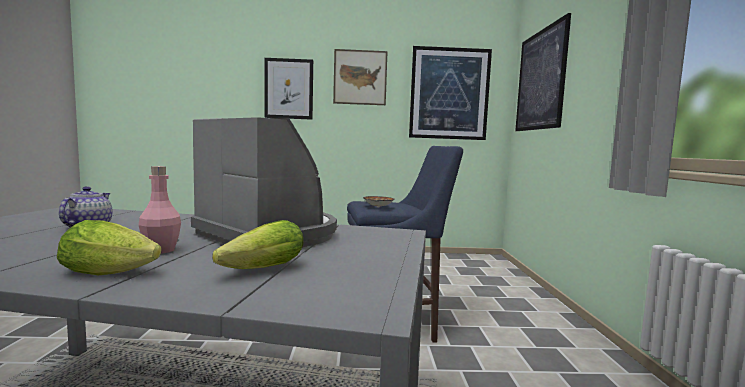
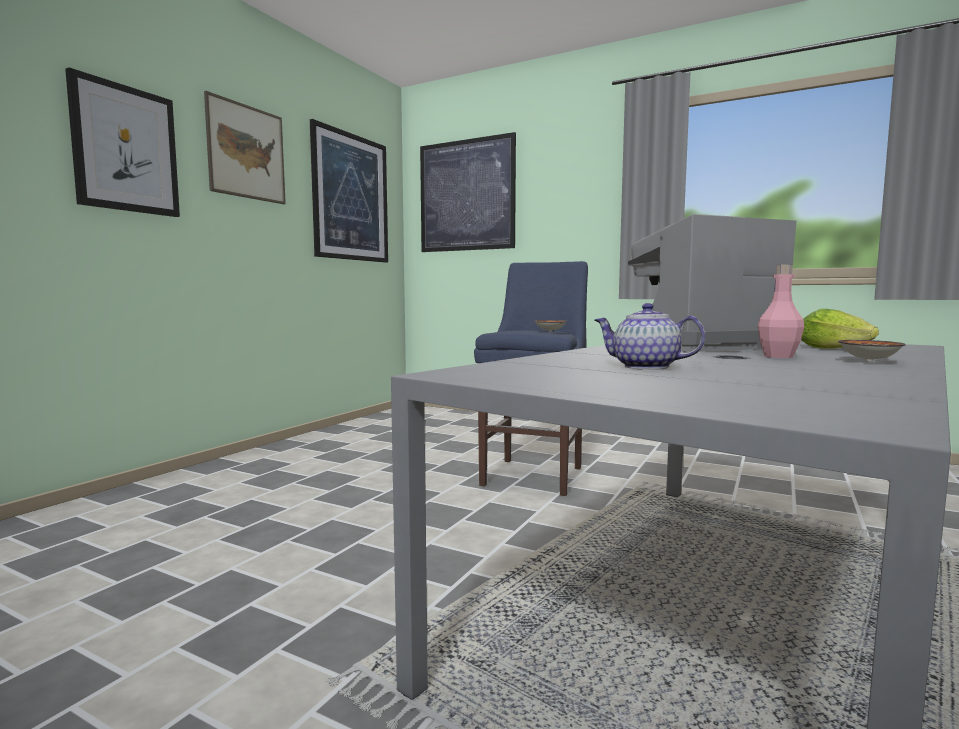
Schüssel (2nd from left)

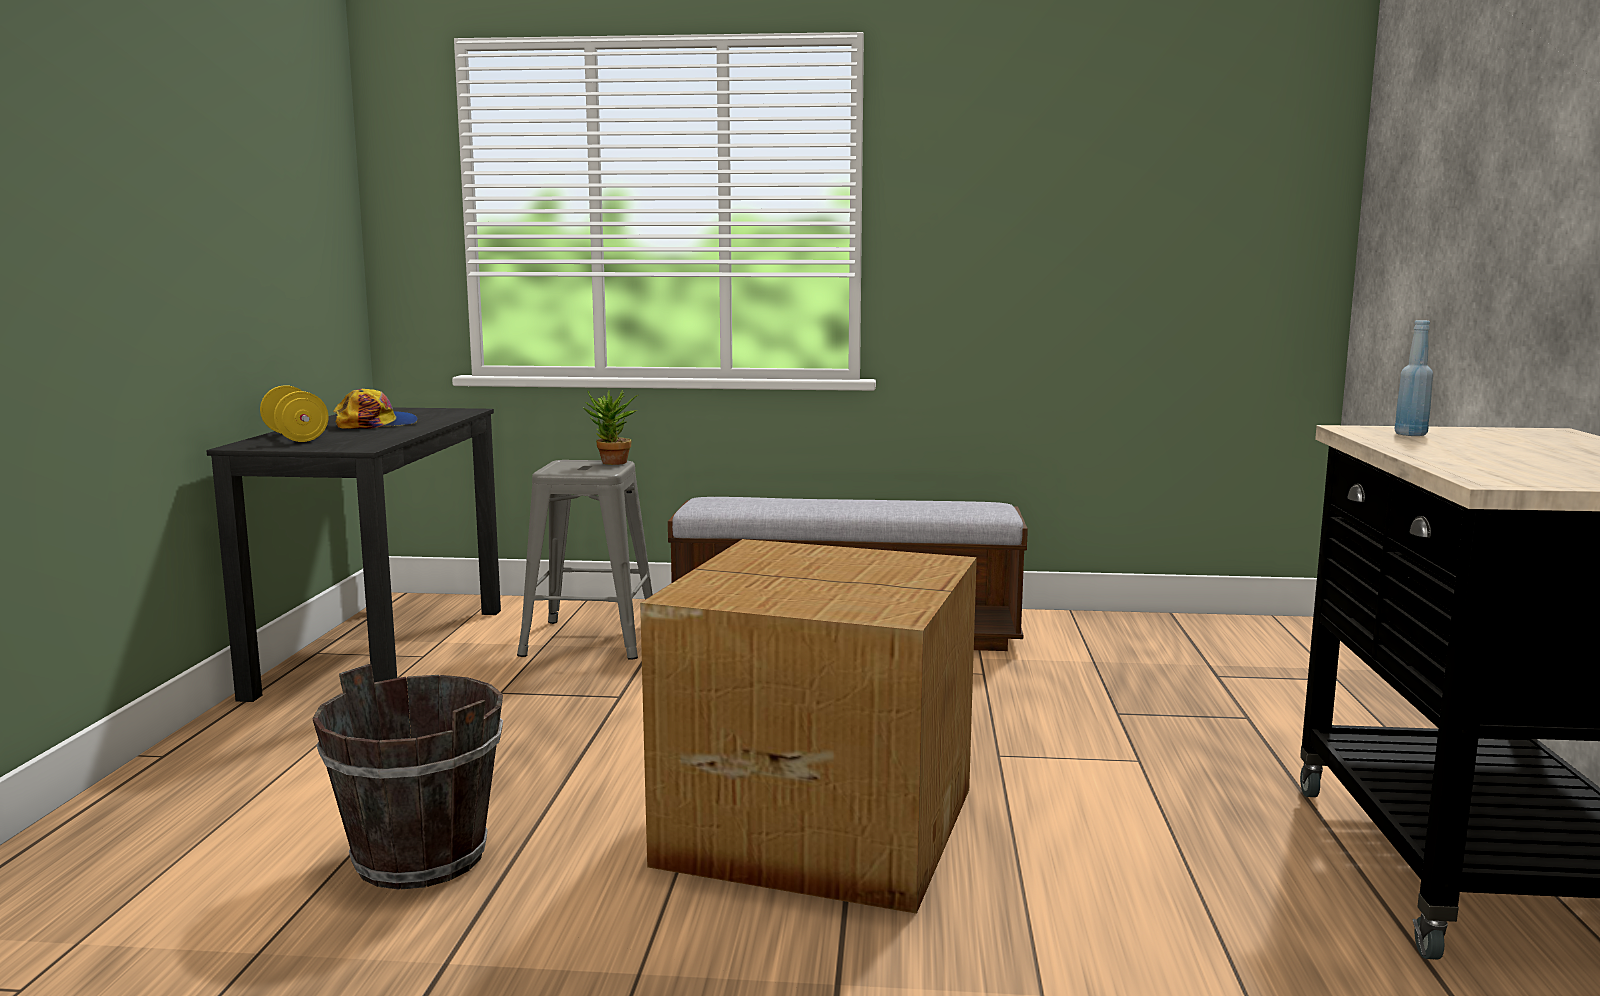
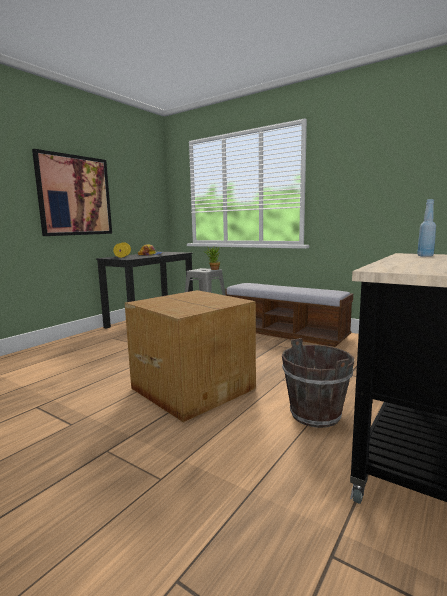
Eimer/braun
Bild

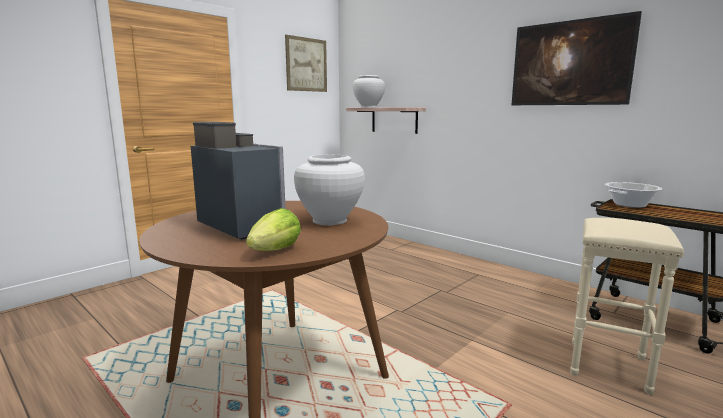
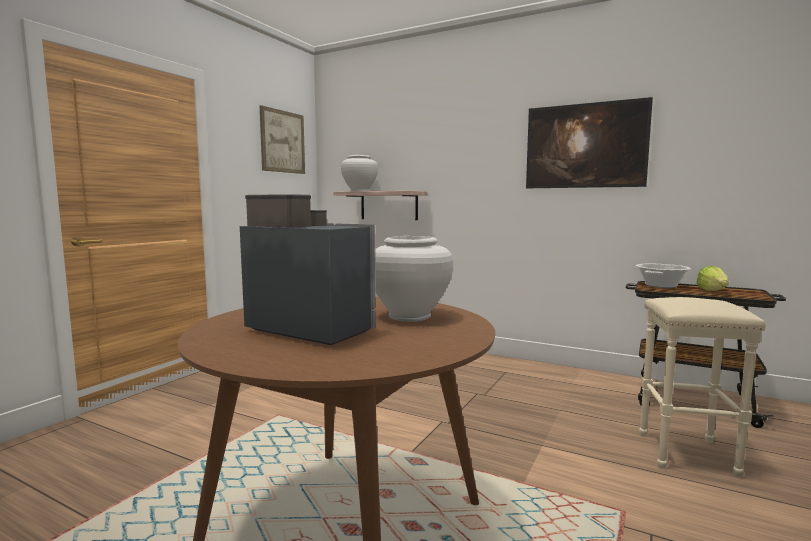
Salatkopf

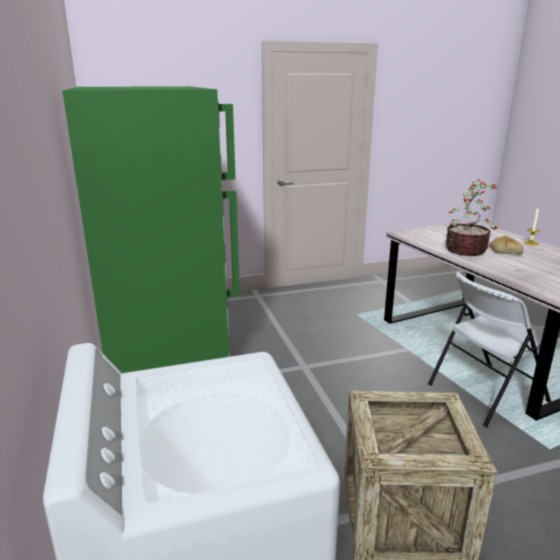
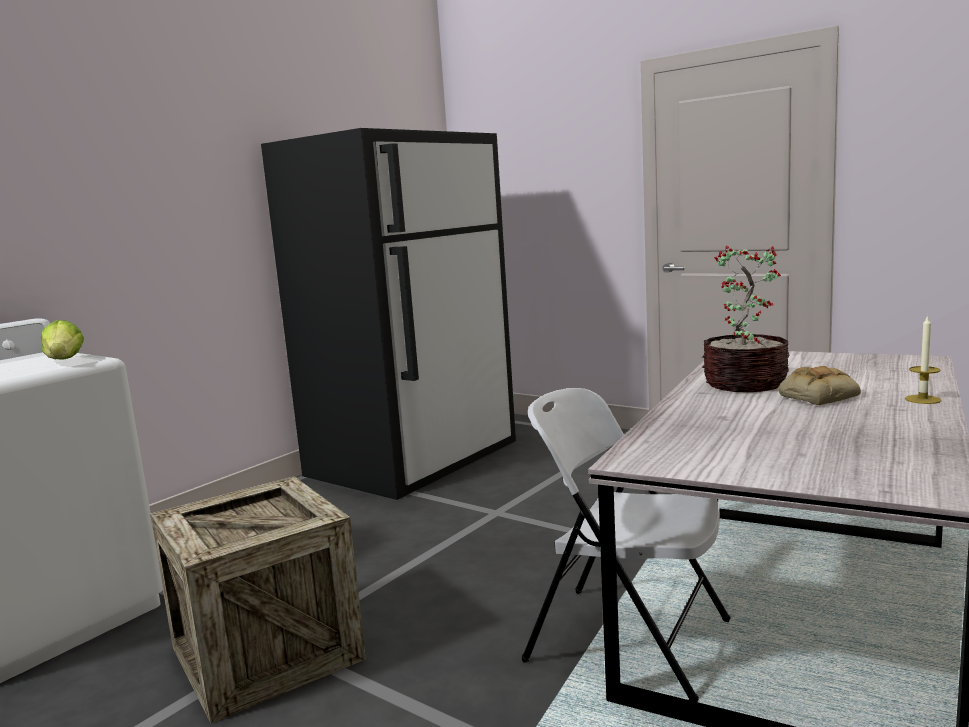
Kühlschrank/schwarz
Salatkopf

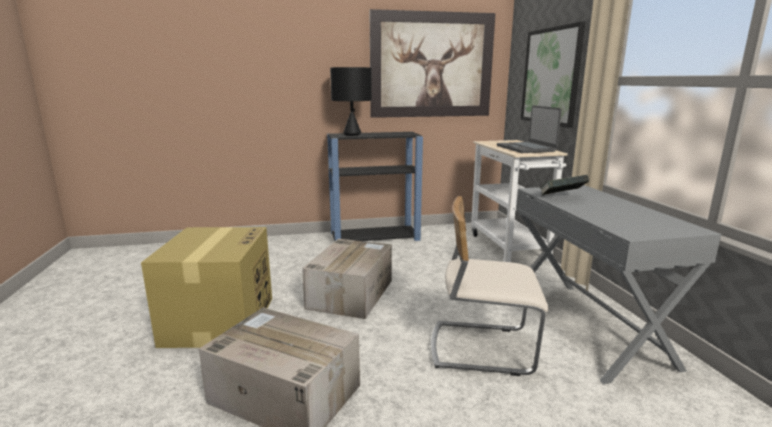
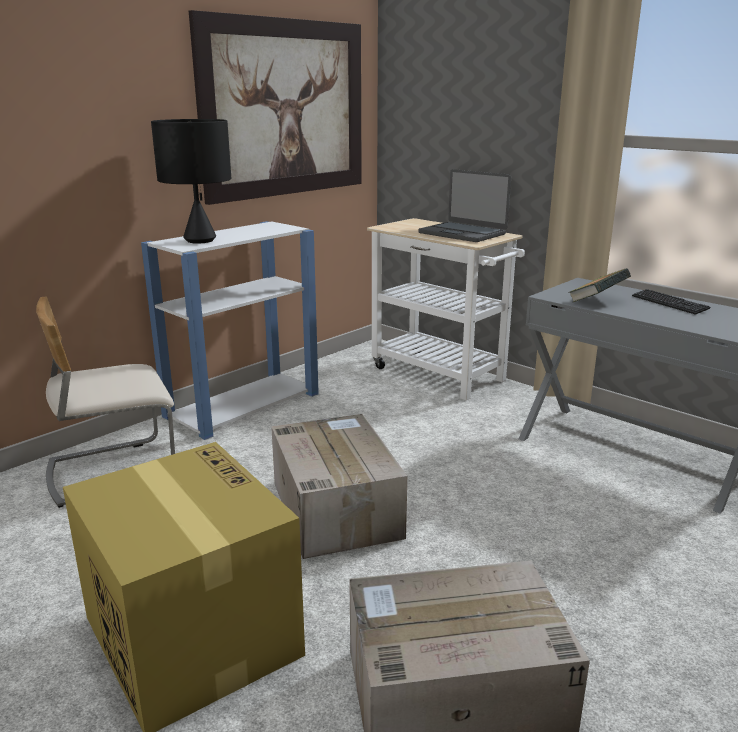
Bild (2nd from left in the first image)
Bücherregal/weiß
Stuhl/beige
Tastatur

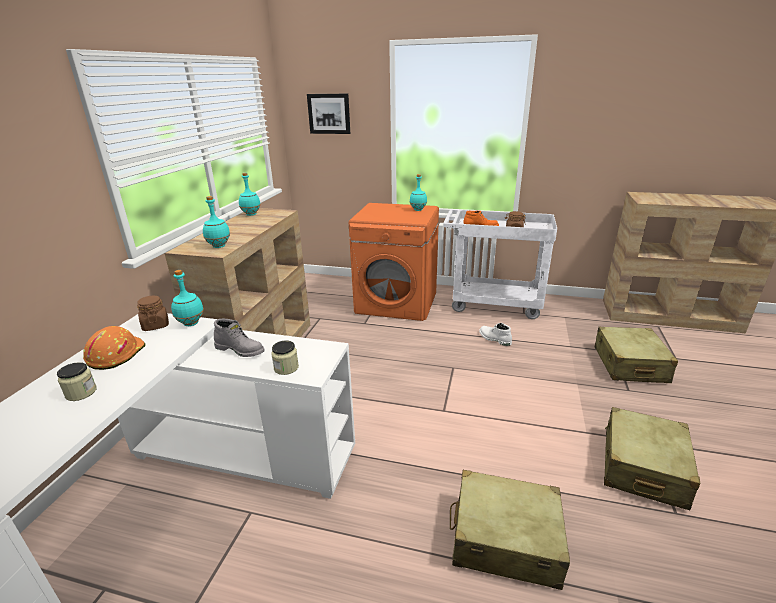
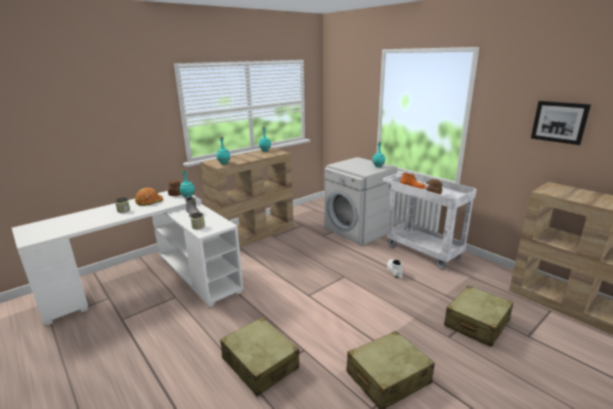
Bild
Waschmaschine/weiß

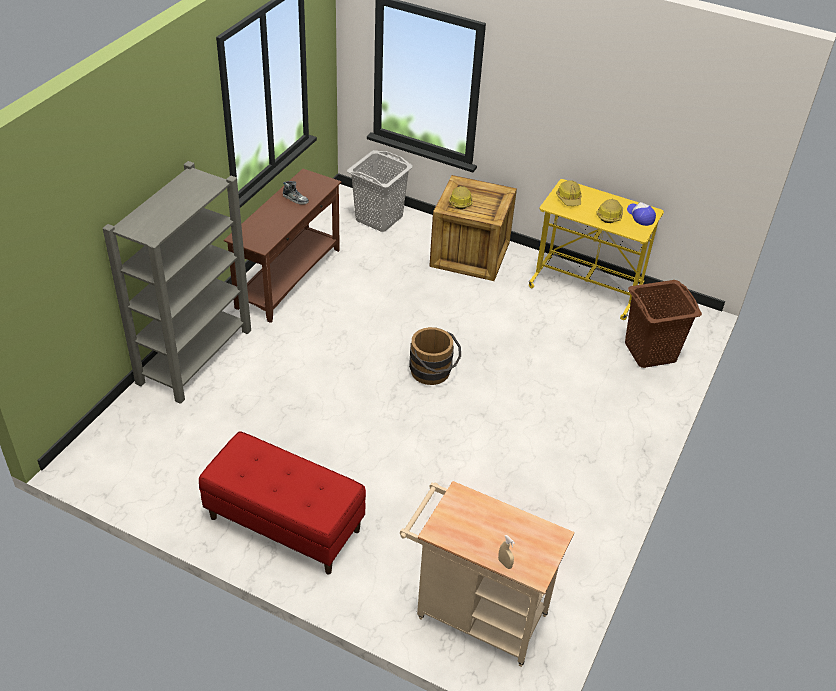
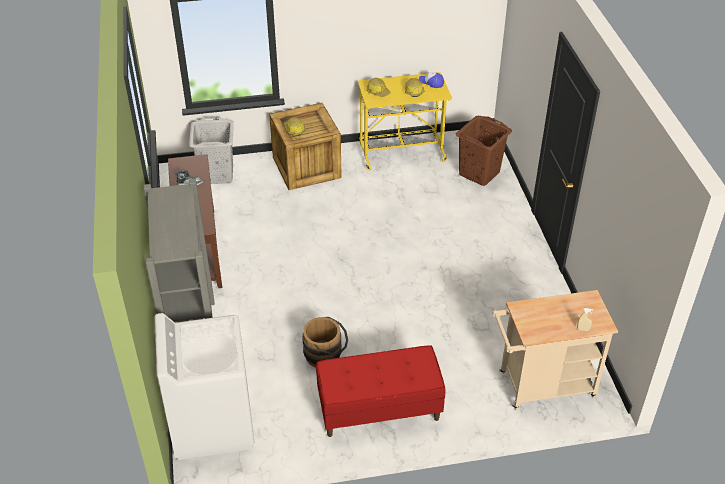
Eimer/braun
Waschmaschine/weiß

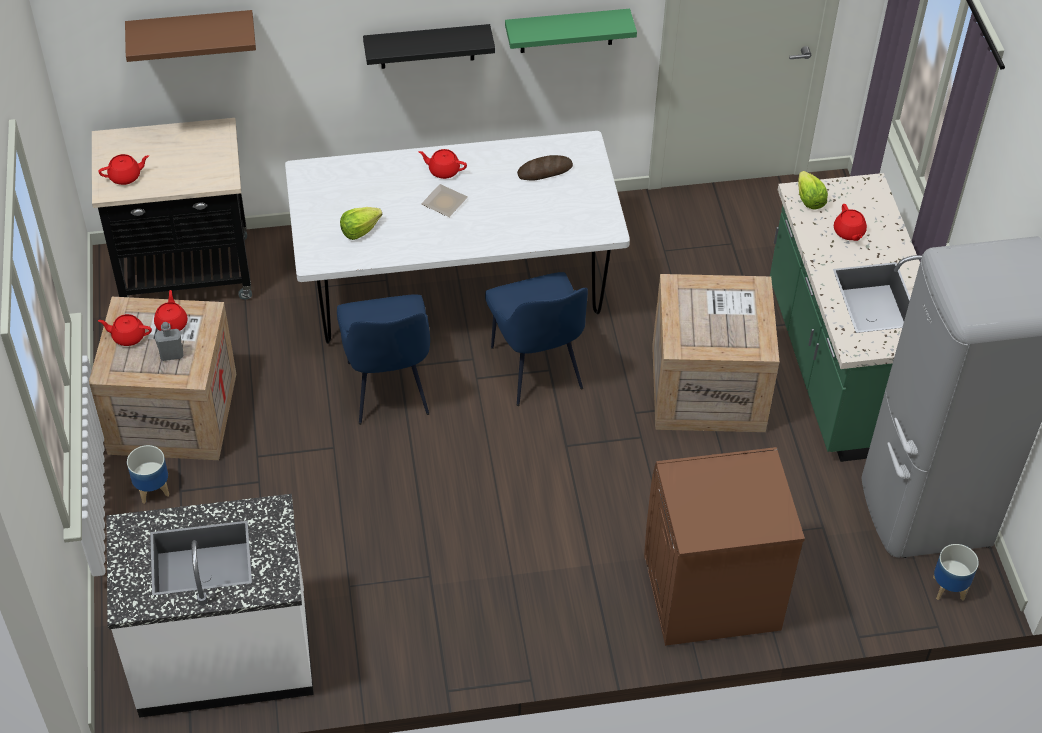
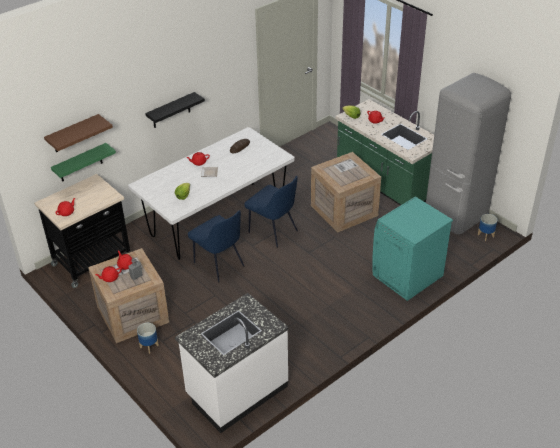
Wandregal/grün
Waschmaschine/türkis

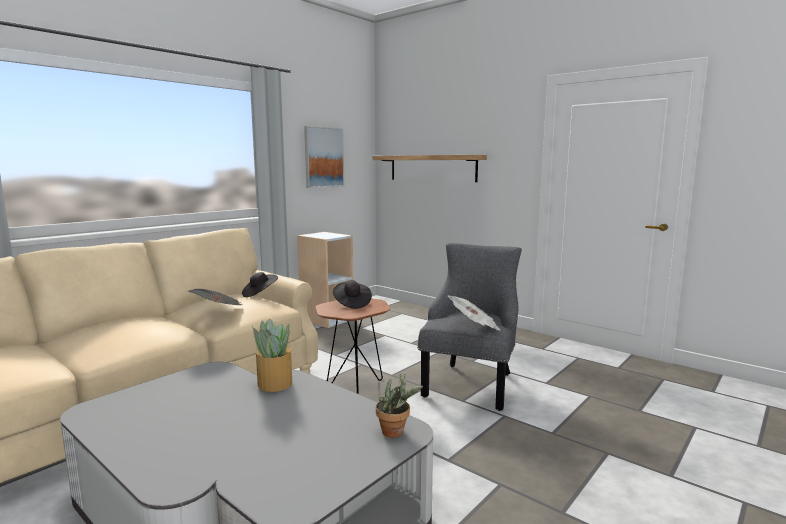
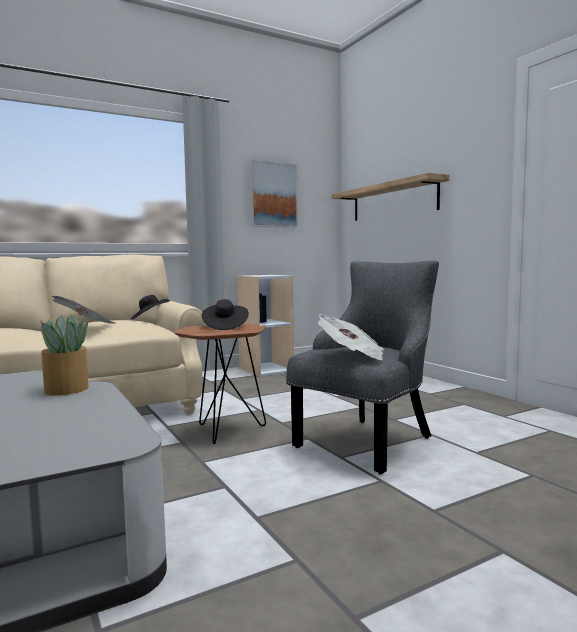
Topfpflanze (2nd from left in the first image)

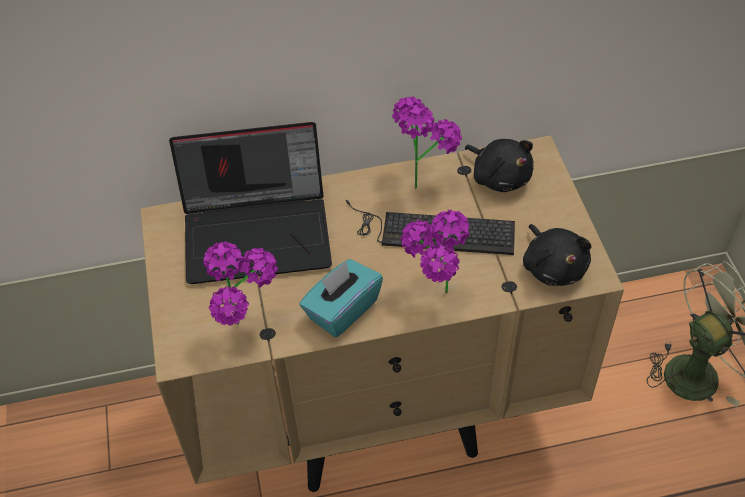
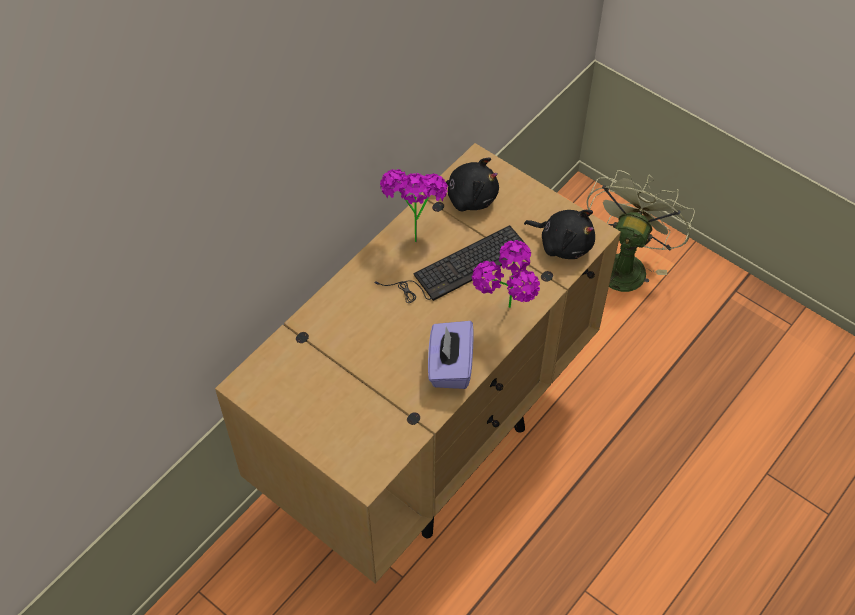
Laptop
Topfpflanze (1st from left in the first image)
Taschentuchbox/lila

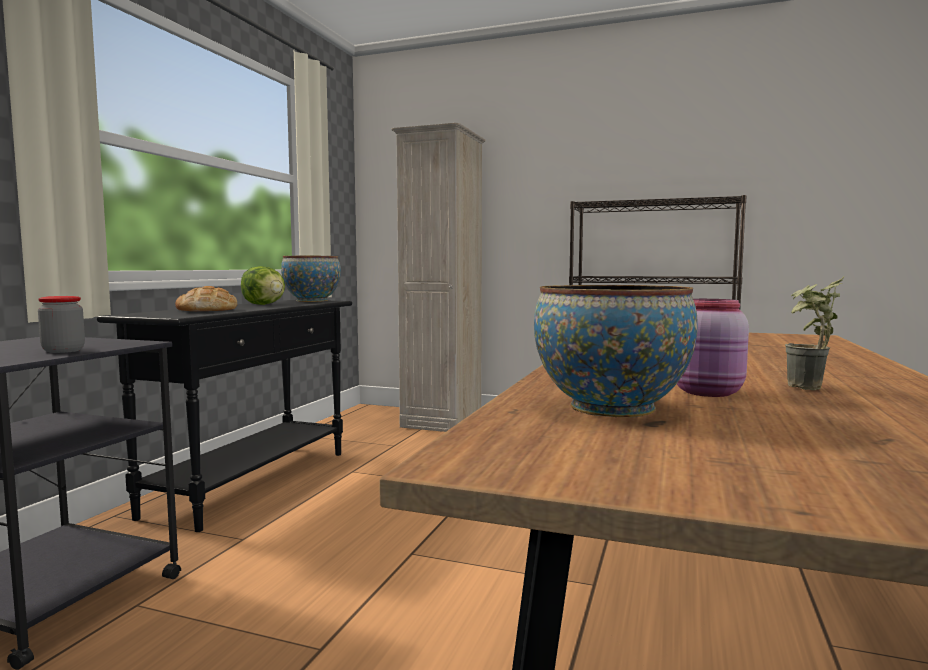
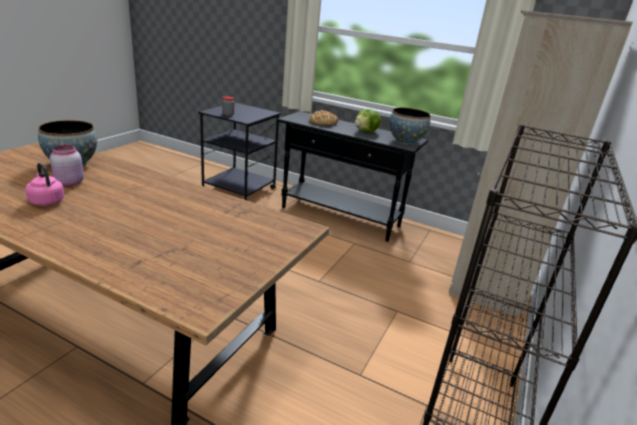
Wasserkessel/rosa

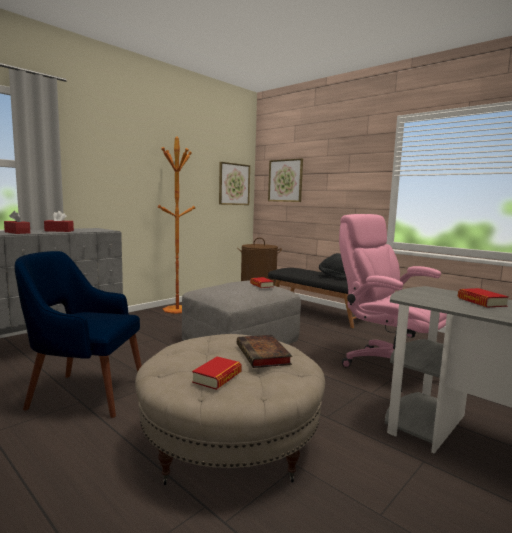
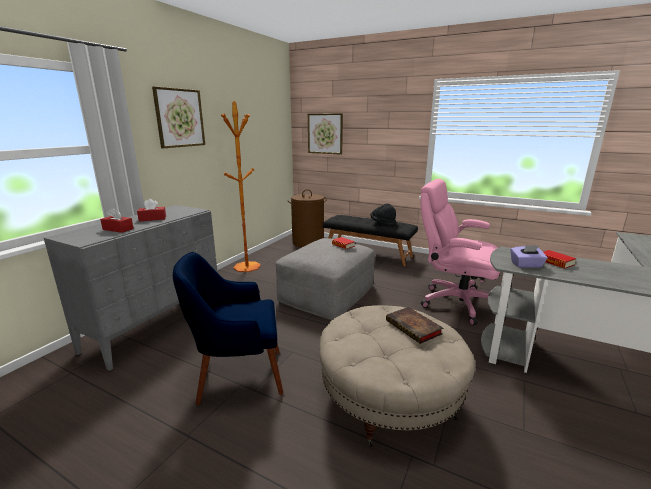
Bild (1st from left)
Buch (1st from left in the first image)
Taschentuchbox/lila

